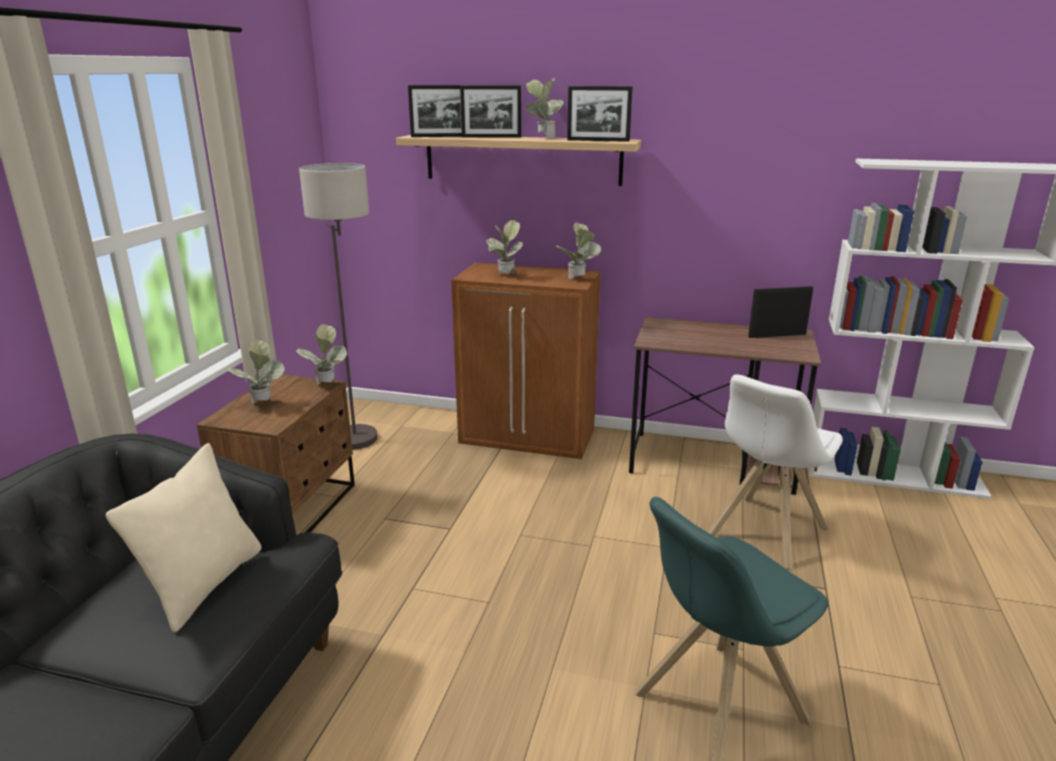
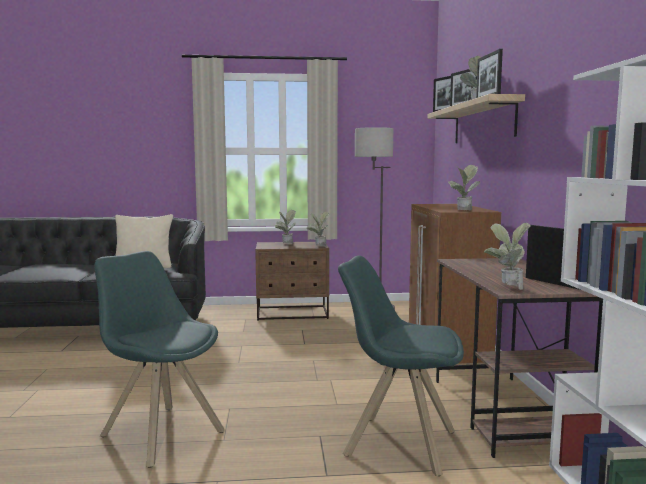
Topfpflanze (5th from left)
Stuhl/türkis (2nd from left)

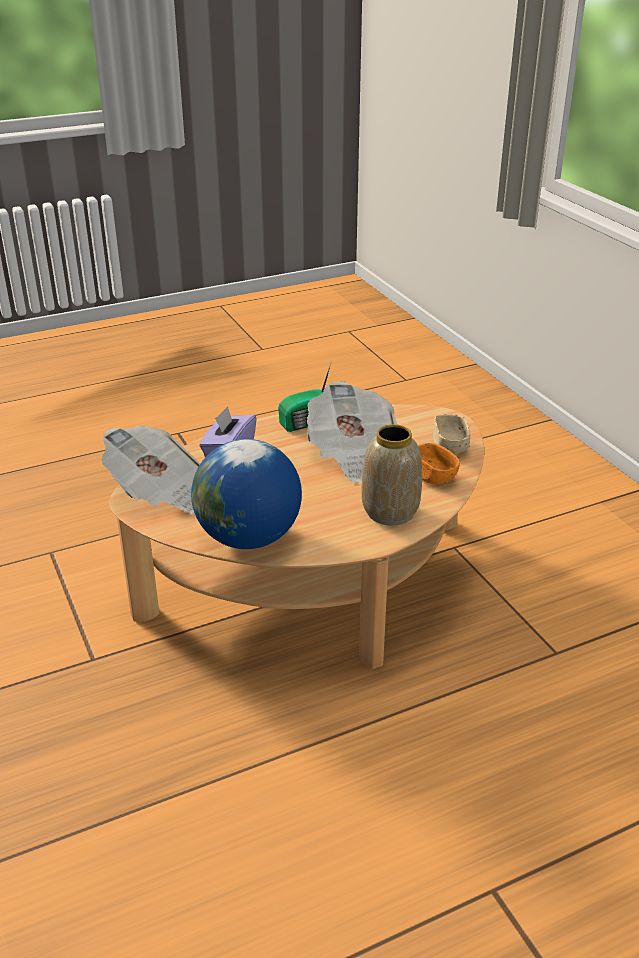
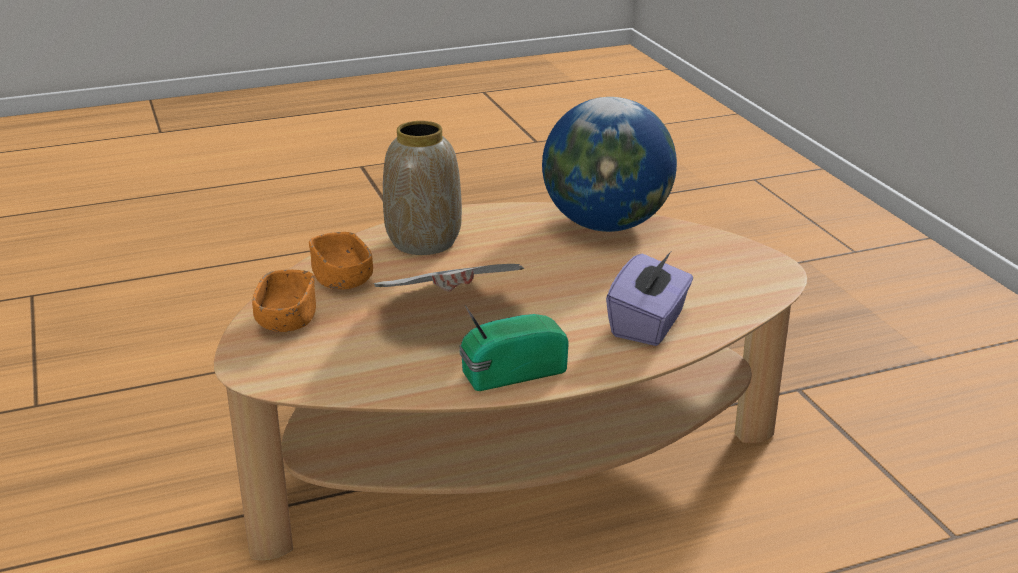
Schüssel/orange (1st from left)
Zeitung (1st from left in the first image)

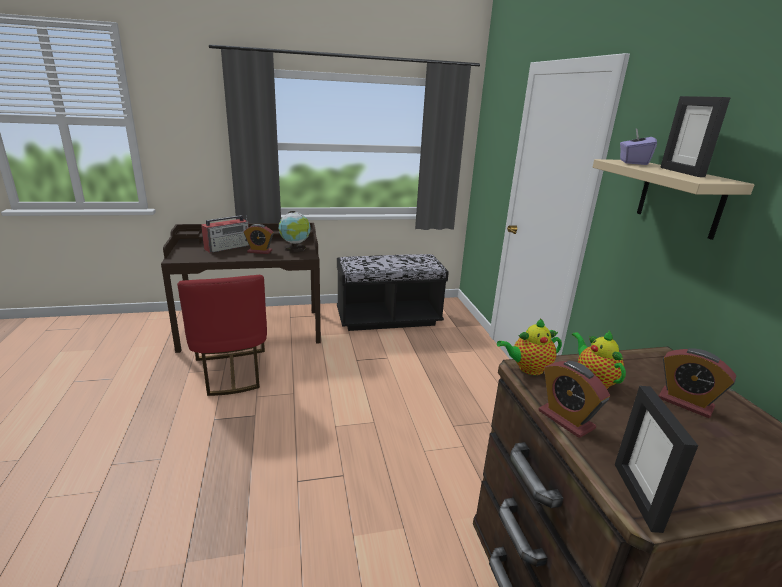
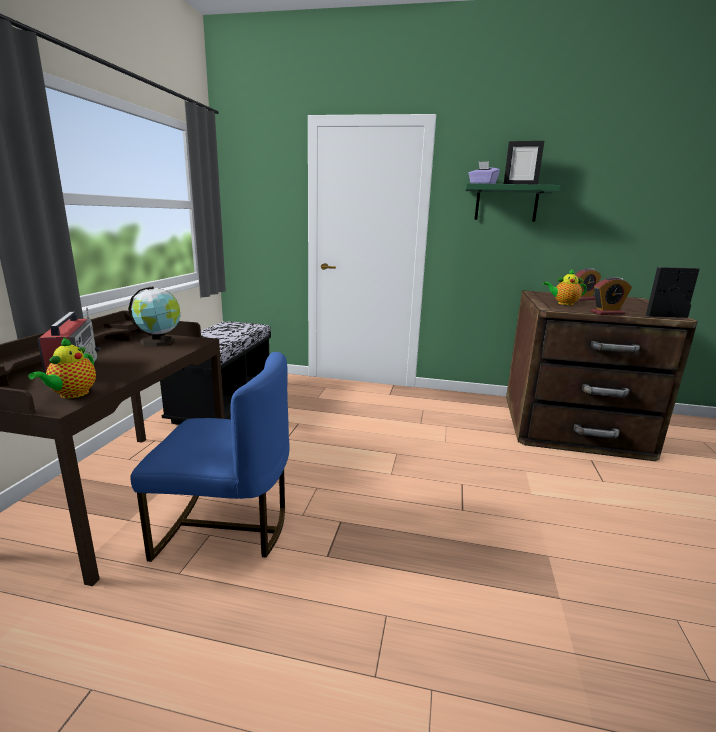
Wandregal/grün
Wecker (1st from left in the first image)
Stuhl/blau
Teekanne (1st from left)
Bilderrahmen (2nd from left)

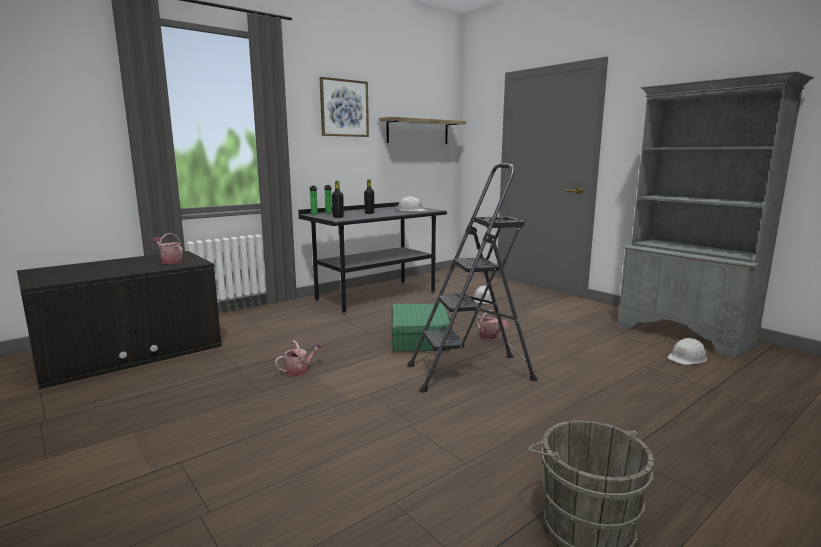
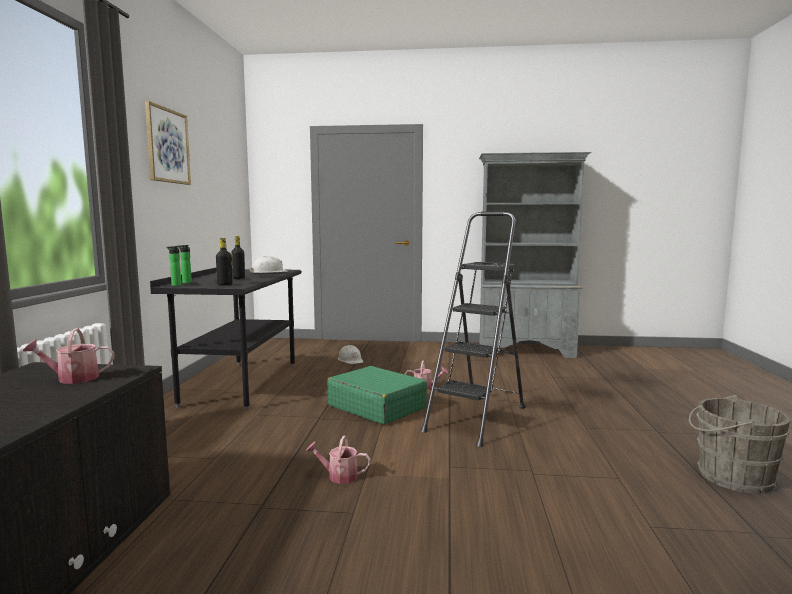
Wandregal
Schutzhelm/weiß (3rd from left in the first image)
Gießkanne (2nd from left)

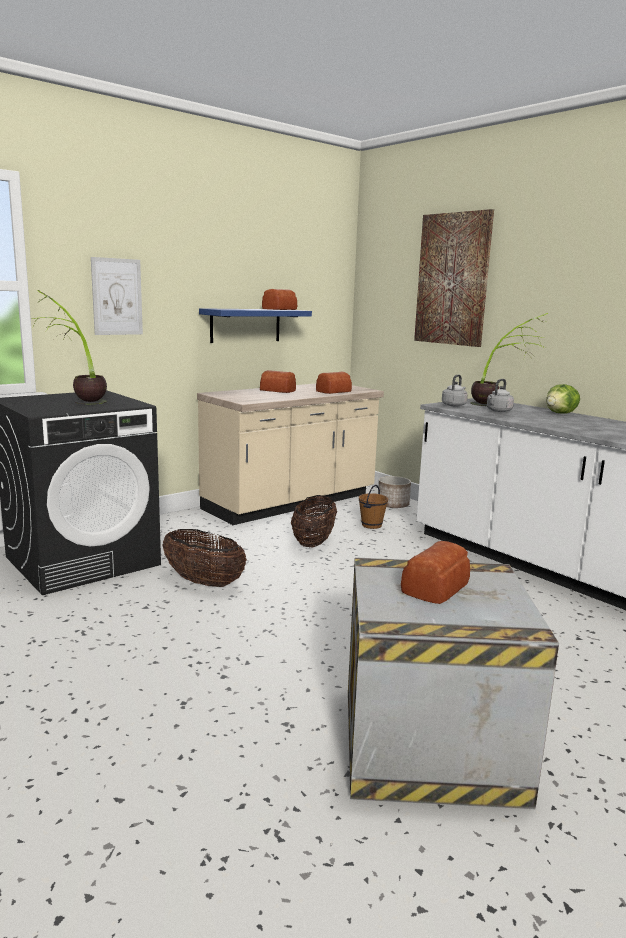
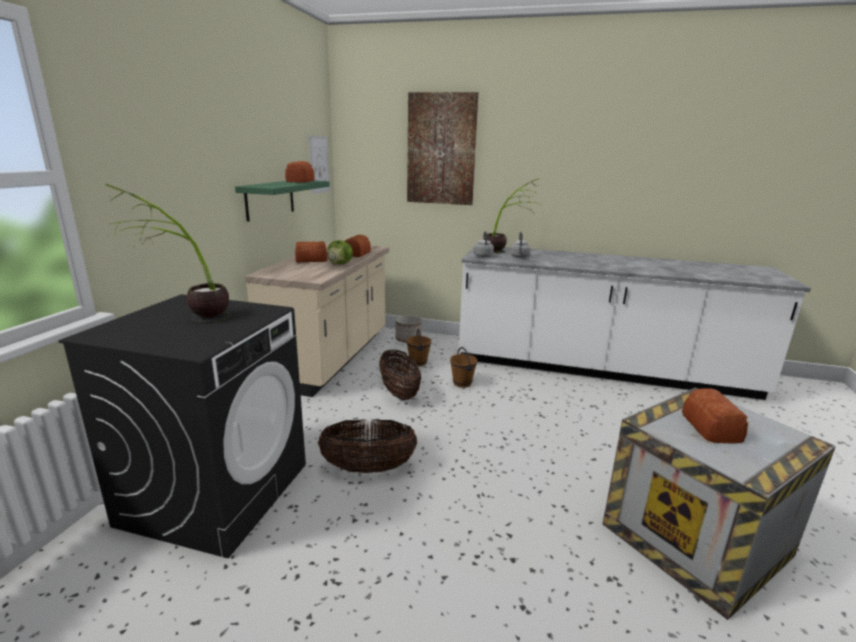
Bild (1st from left)
Wandregal/grün
Salatkopf
Eimer/braun (2nd from left)

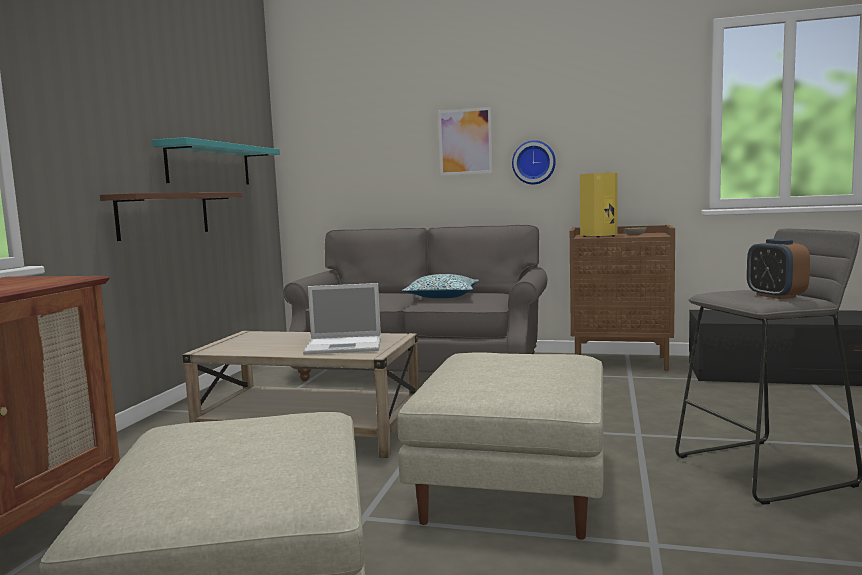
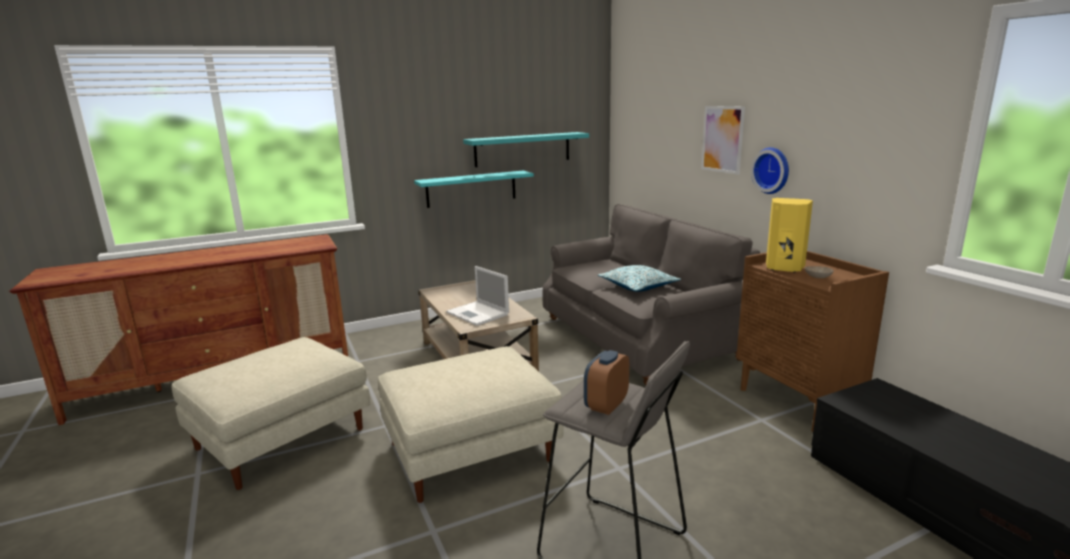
Wandregal/türkis (1st from left)

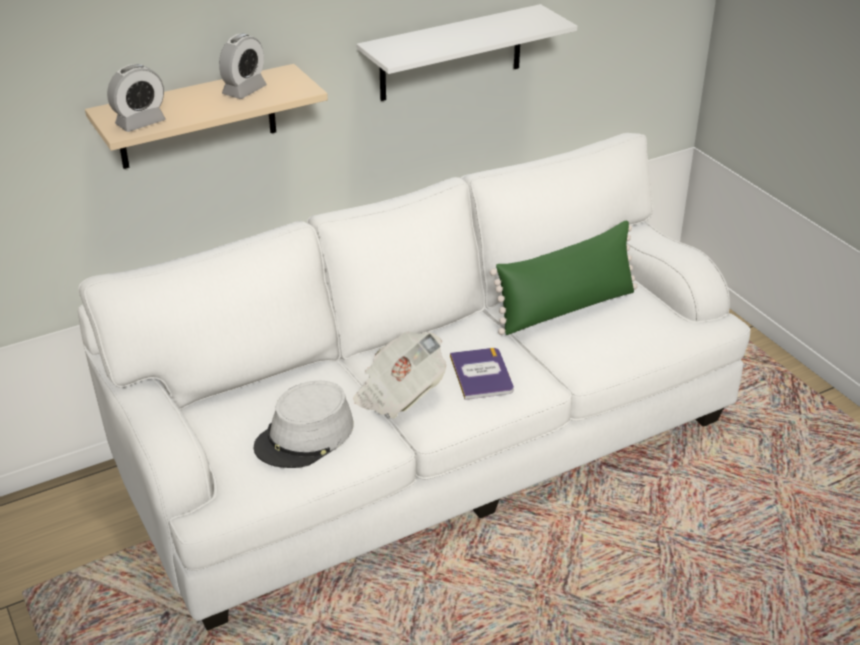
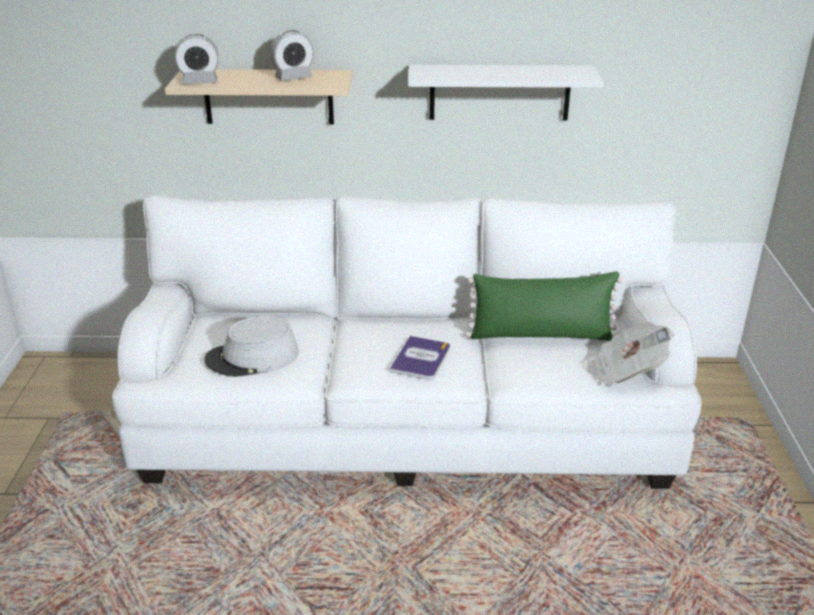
Zeitung

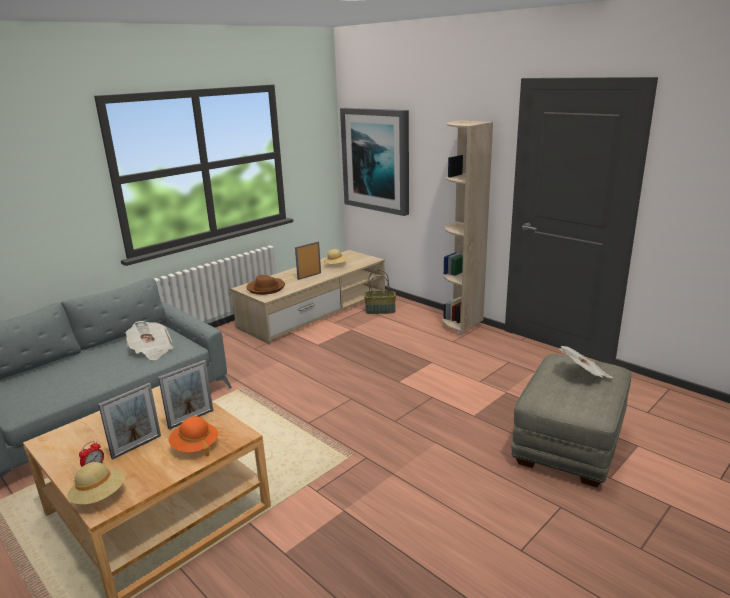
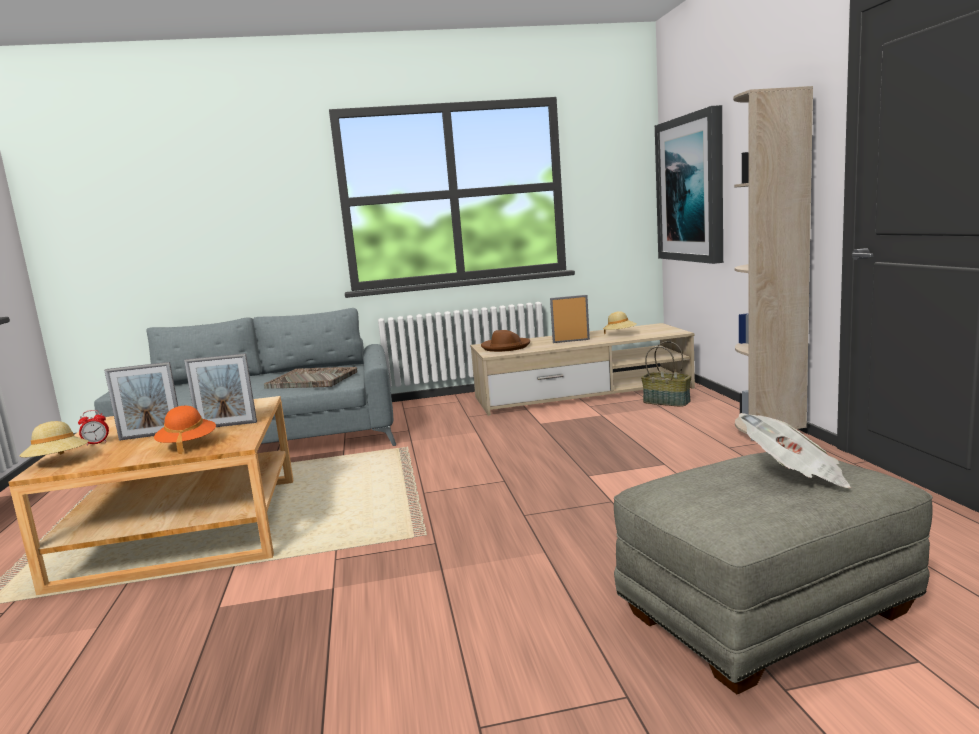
Tablett/grau

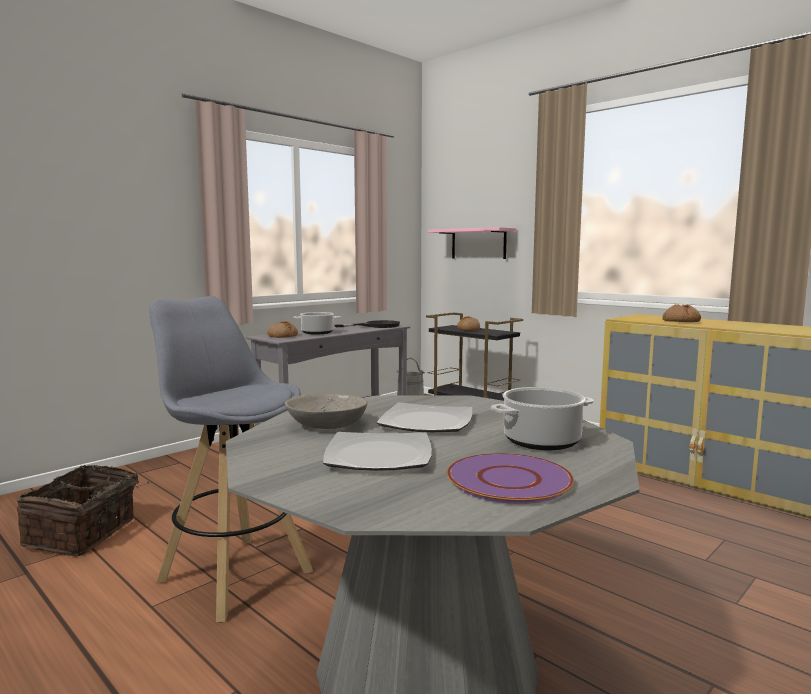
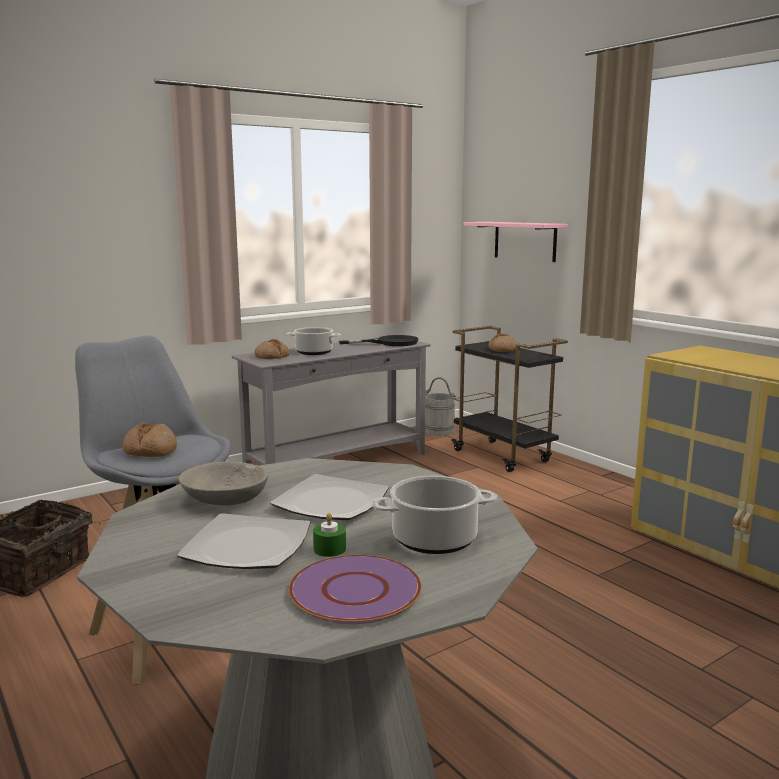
Brot (1st from left)
Kerze/grün

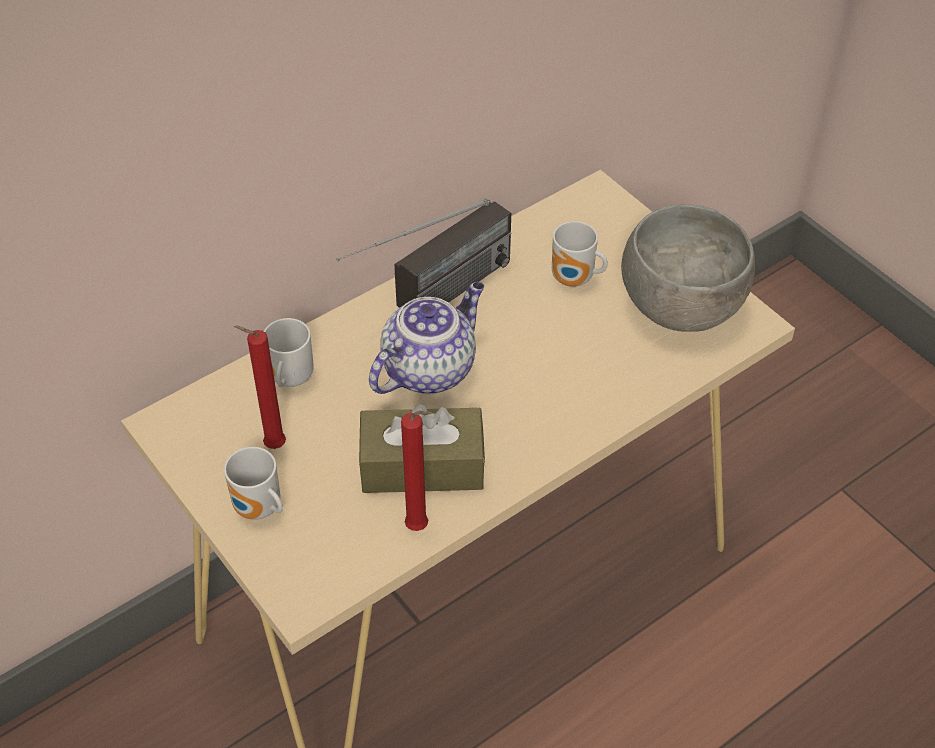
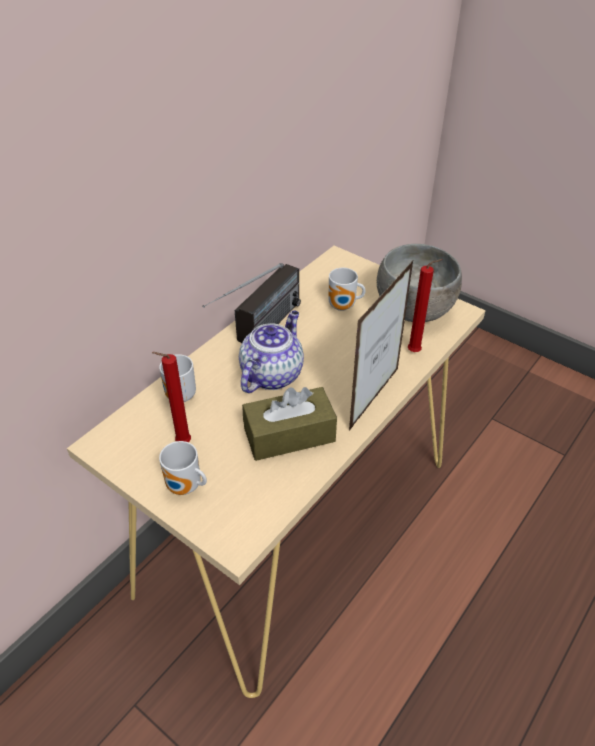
Kerze/rot (2nd from left)
Bilderrahmen

